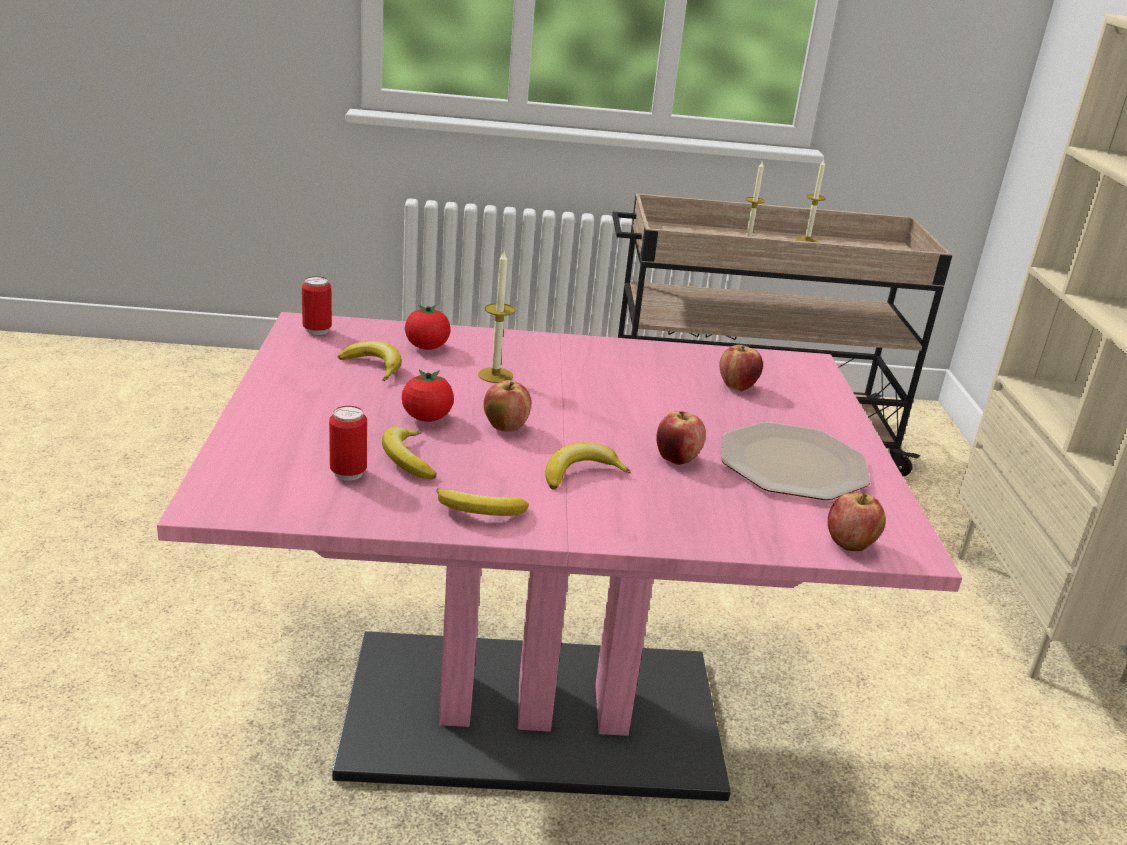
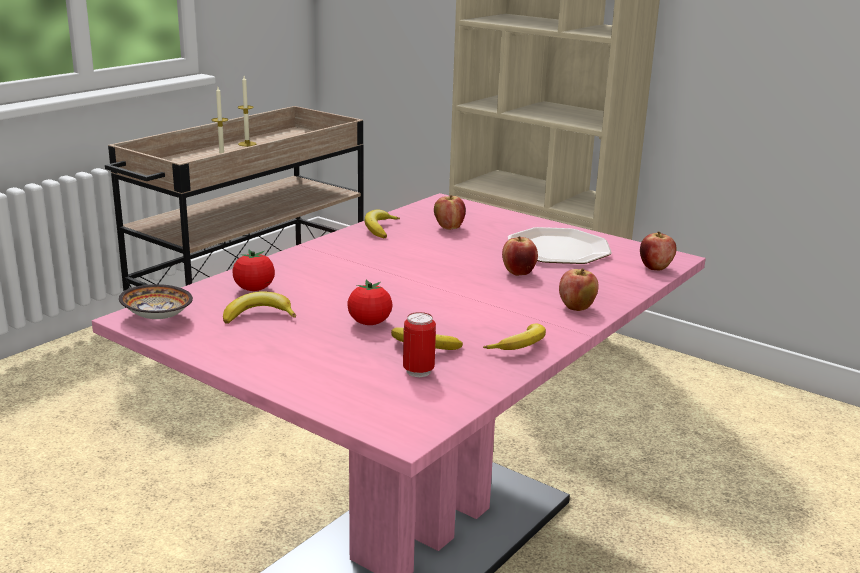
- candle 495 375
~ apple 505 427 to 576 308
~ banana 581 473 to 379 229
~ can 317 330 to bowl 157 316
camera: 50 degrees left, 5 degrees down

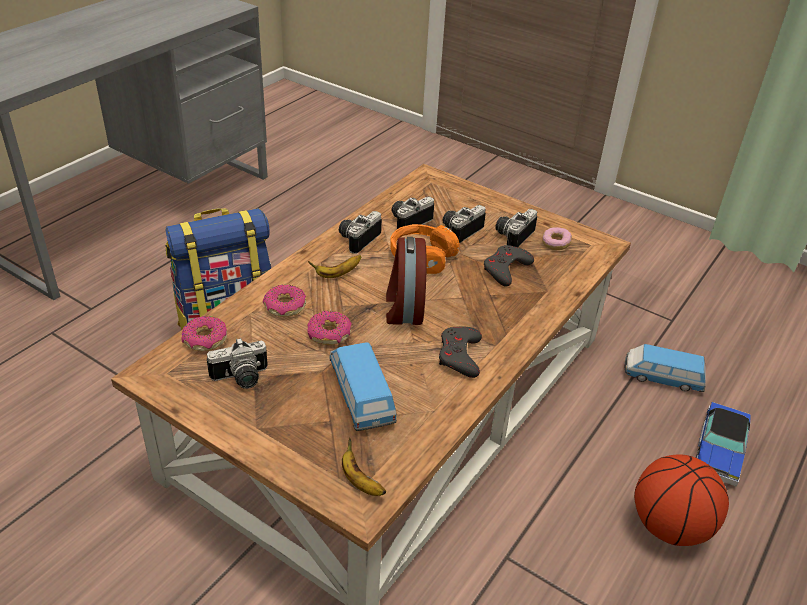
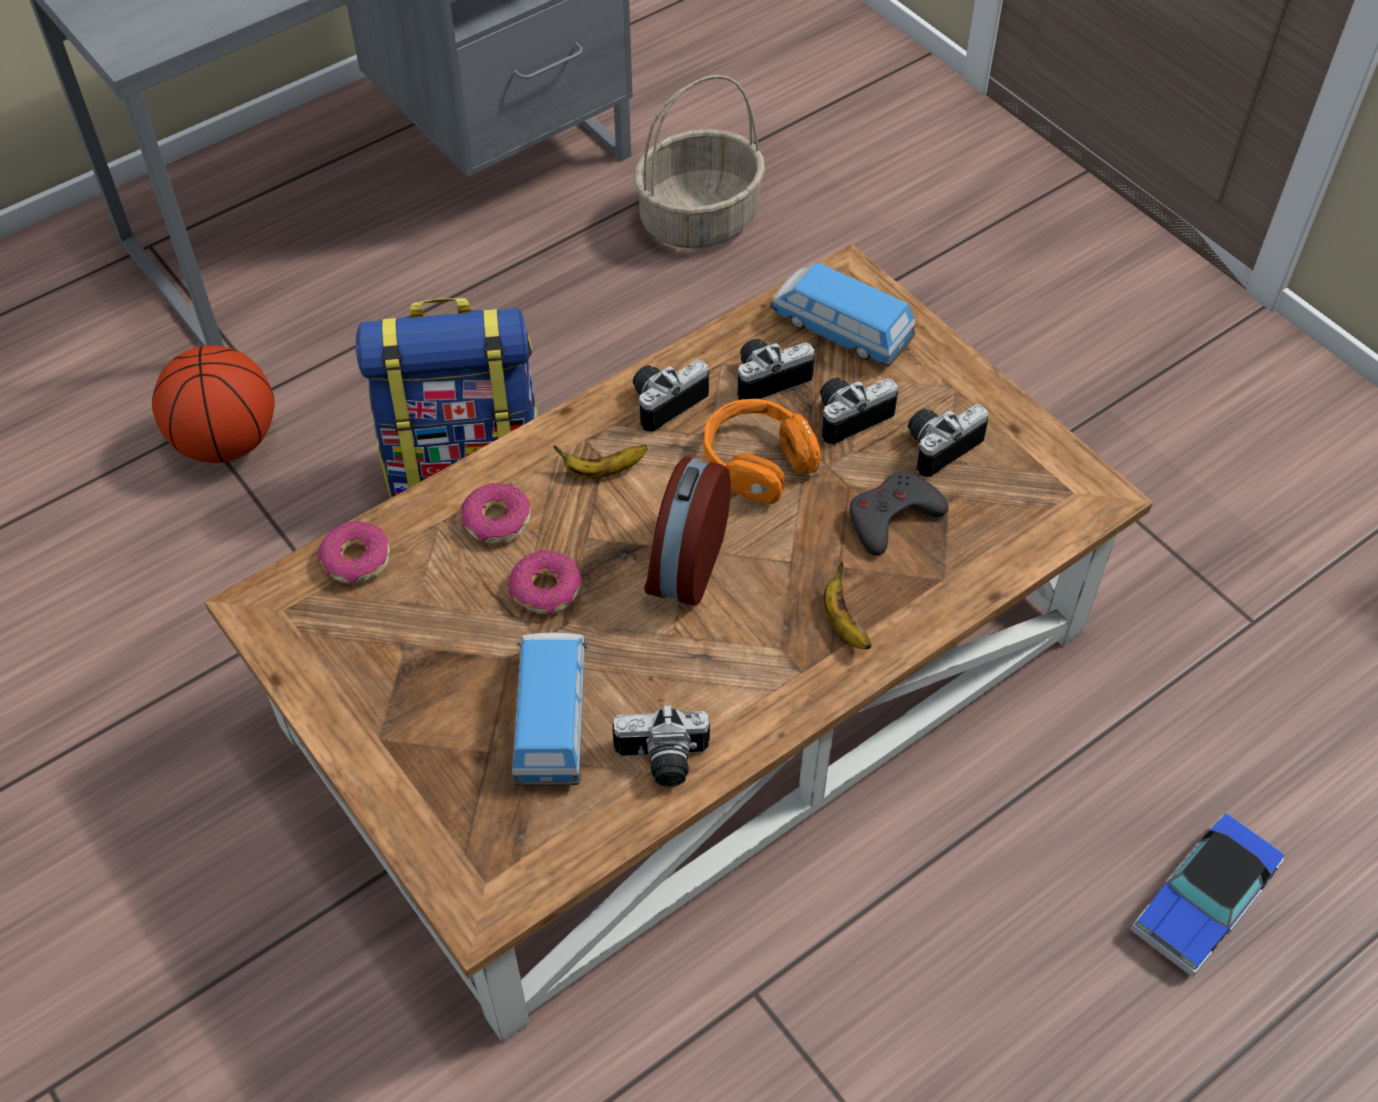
- grey game controller 459 355
- donut 555 244
+ basket 698 220
~ photo camera 241 379 to 662 762
~ banana 359 481 to 843 623
~ toy car 662 378 to 840 329
~ basketball 669 526 to 226 441
camera: 20 degrees right, 15 degrees up

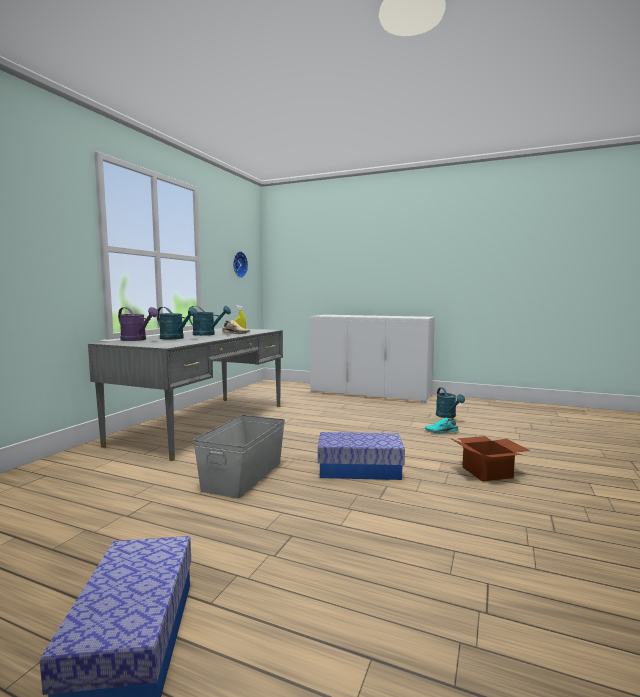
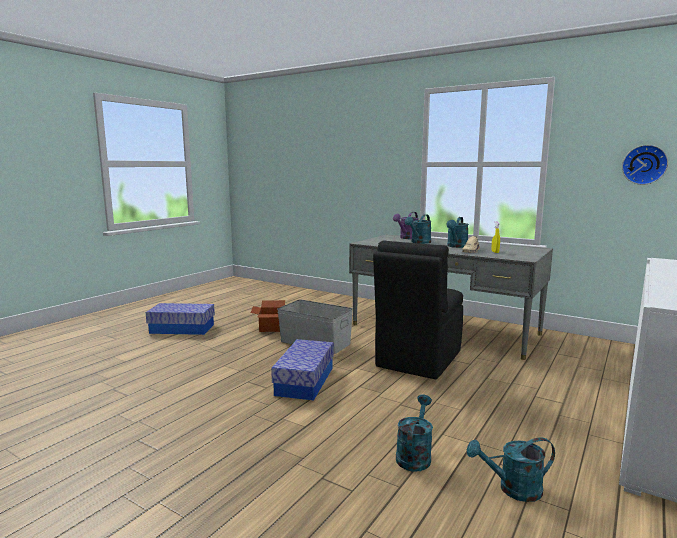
+ black chair 417 359
~ cardboard box 488 472 to 271 328
~ turquoise shoe 441 432 to turquoise watering can 414 455
camera: 100 degrees right, 5 degrees up

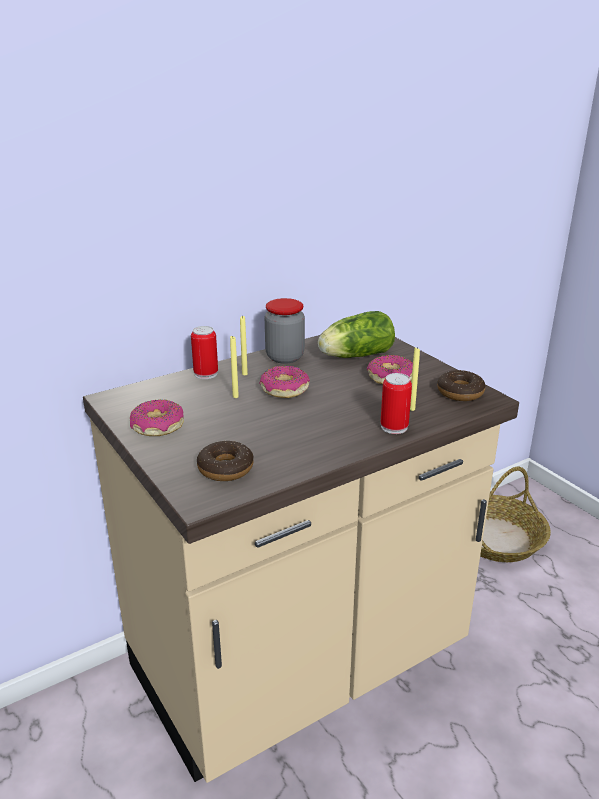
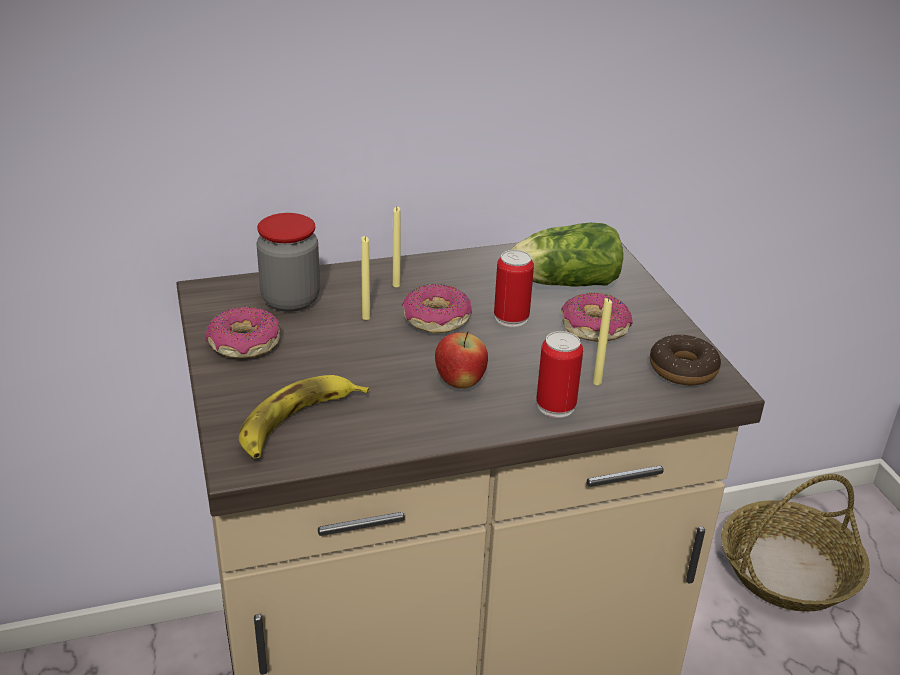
+ apple 460 383
~ can 206 374 to 511 318
~ jar 285 357 to 290 300
~ donut 225 468 to banana 297 423
camera: 15 degrees right, 5 degrees up

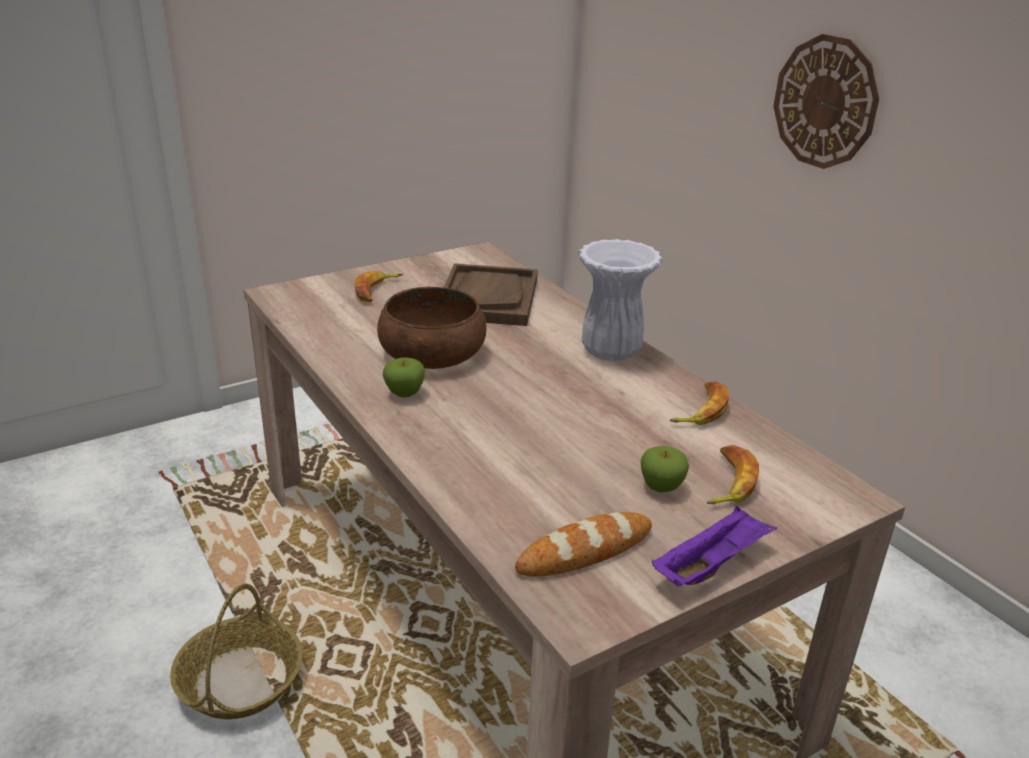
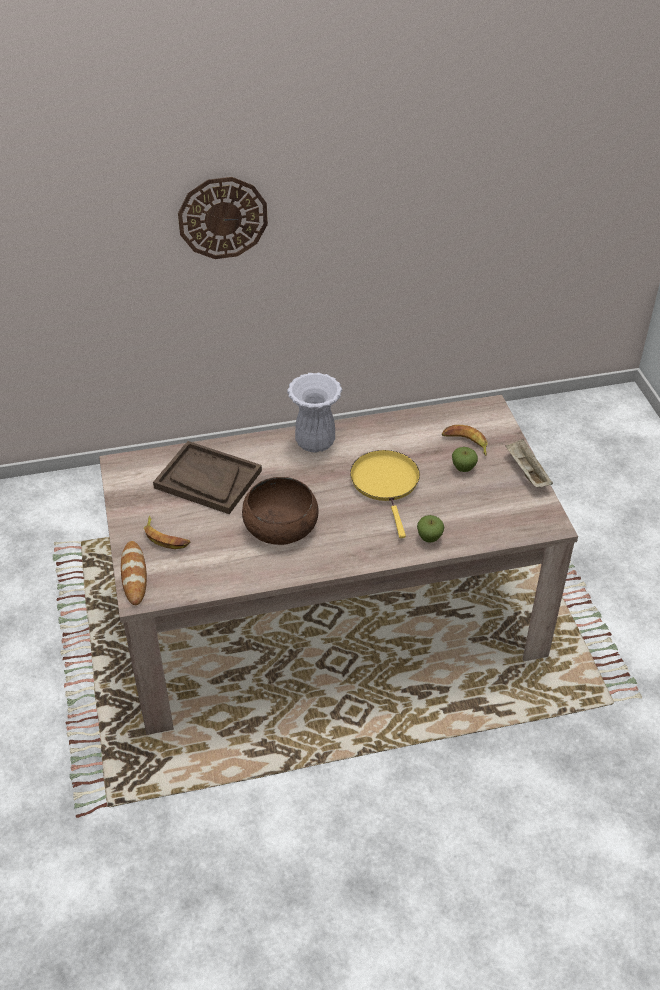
- basket 240 681
- banana 701 410
+ yellow frying pan 386 483
~ apple 404 393 to 429 538
~ bread 585 551 to 134 575
~ purple tray 711 565 to beige tray 526 472
camera: 70 degrees left, 15 degrees up

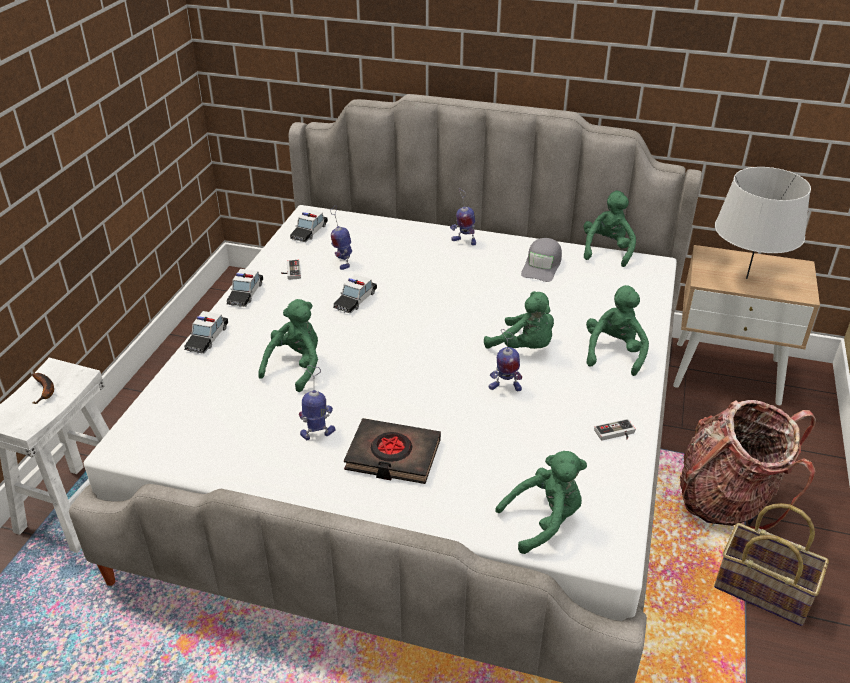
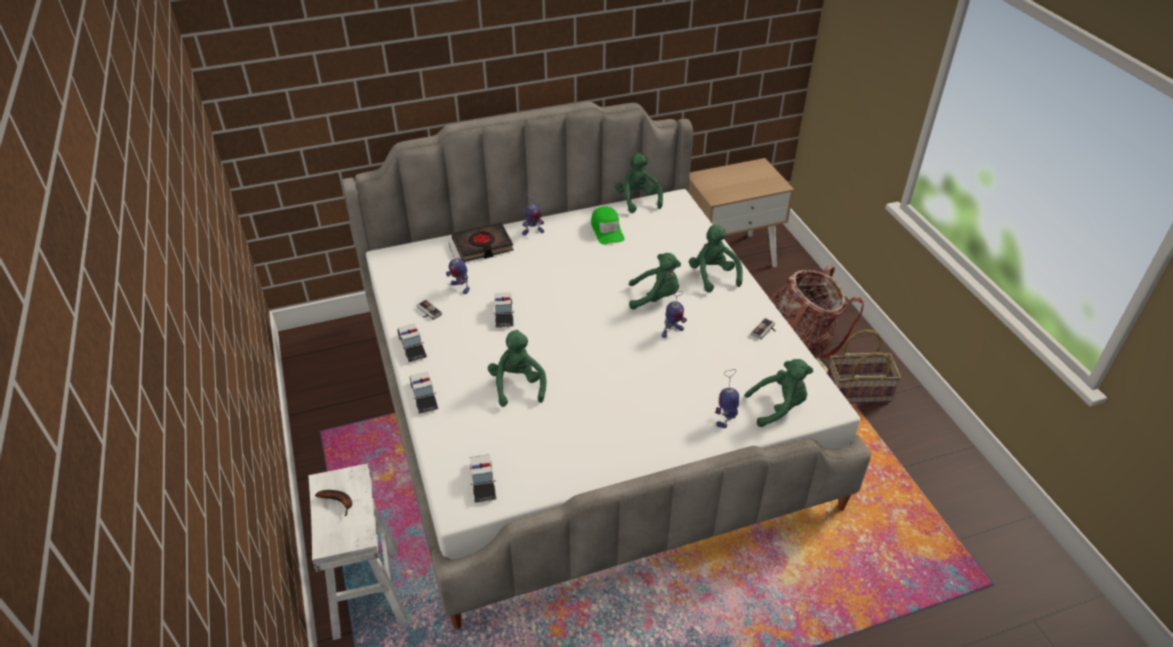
- grey table lamp 747 278
~ toy car 309 232 to 483 481
~ toy robot 318 433 to 726 419
~ black book 392 456 to 482 246
~ grey cap 542 266 to green cap 607 230
~ green plush toy 544 521 = 778 407 45 degrees clockwise
camera: 35 degrees left, 5 degrees up

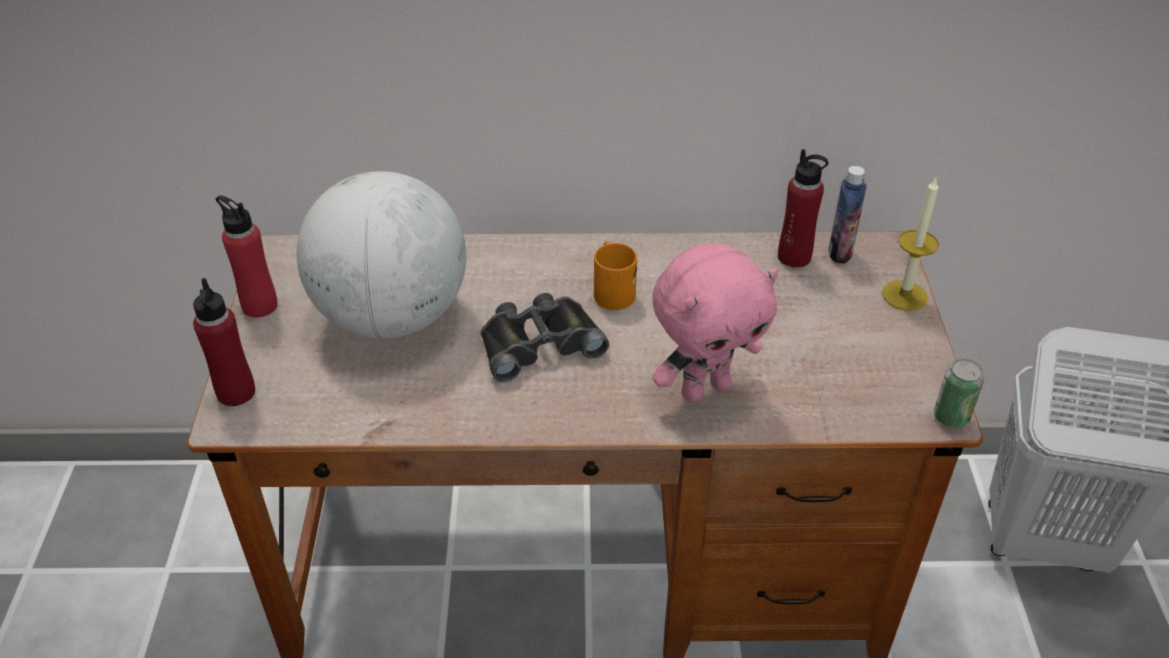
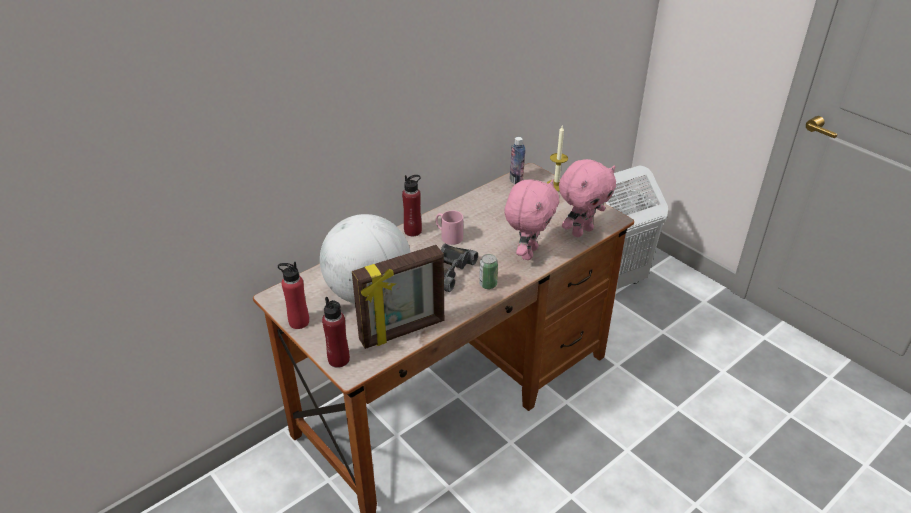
+ picture frame 403 332
+ pink plush toy 581 231
~ red bottle 794 257 to 413 231
~ can 951 417 to 488 284
~ orange mug 611 290 to pink mug 448 236
camera: 40 degrees left, 5 degrees down

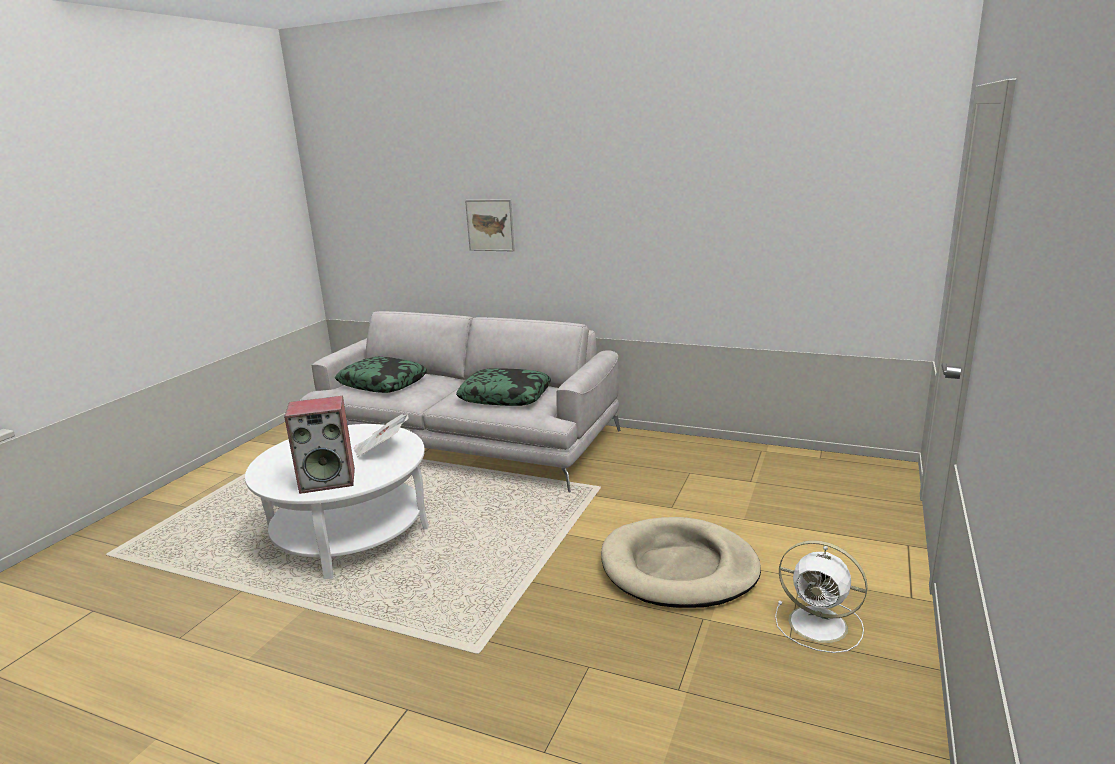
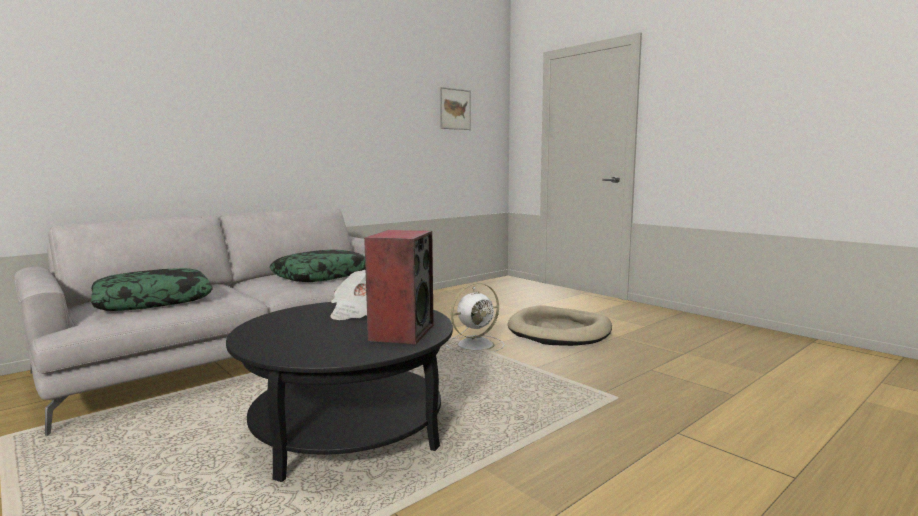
~ picture 490 225 to 455 109
~ white fan 820 625 to 477 344
~ white coffee table 350 533 to black coffee table 348 428
camera: 65 degrees left, 10 degrees down

